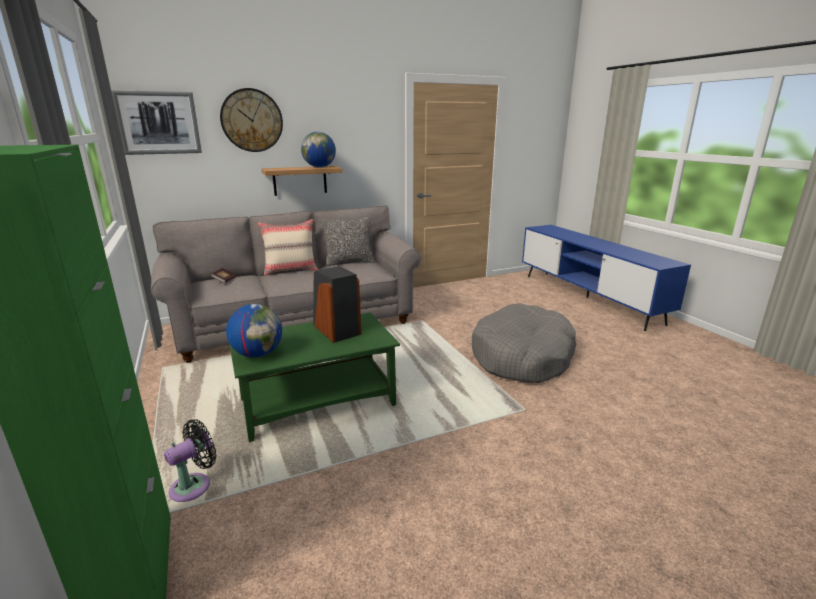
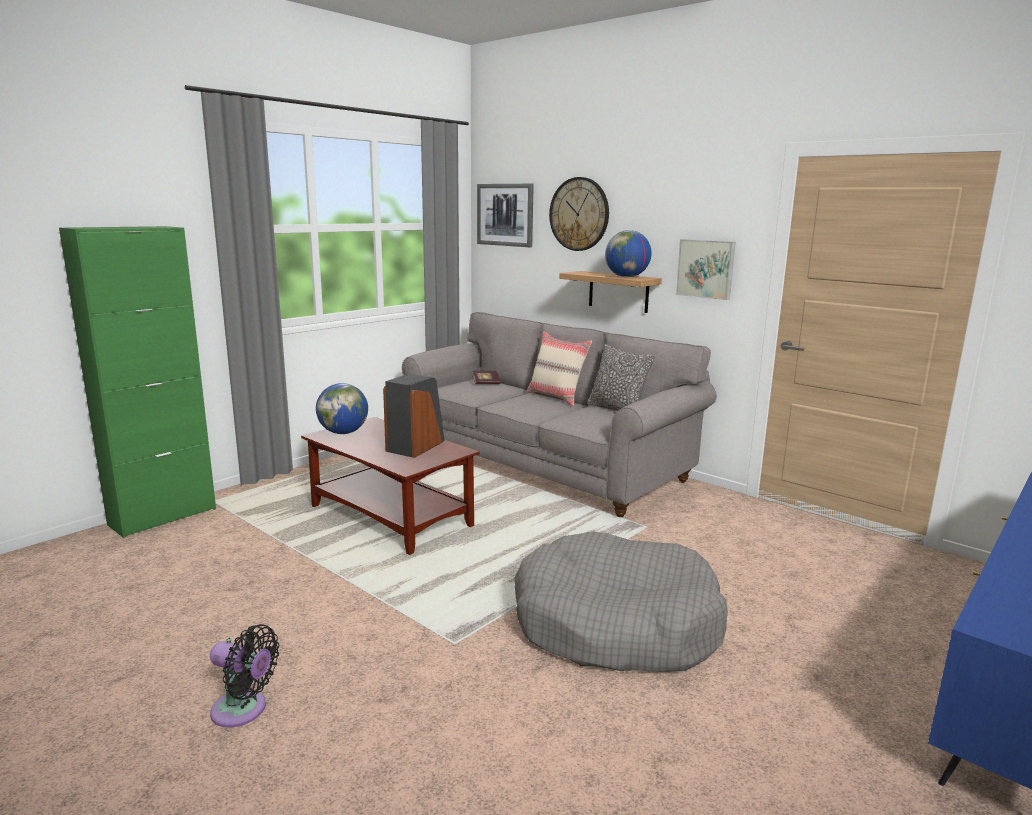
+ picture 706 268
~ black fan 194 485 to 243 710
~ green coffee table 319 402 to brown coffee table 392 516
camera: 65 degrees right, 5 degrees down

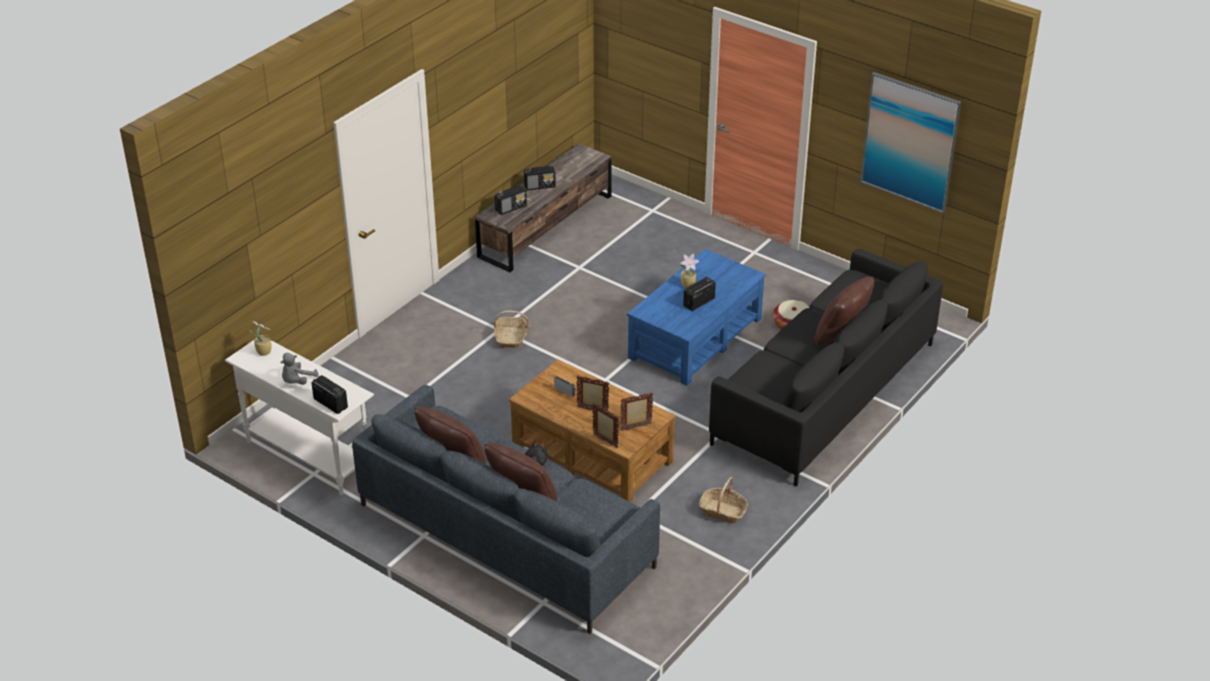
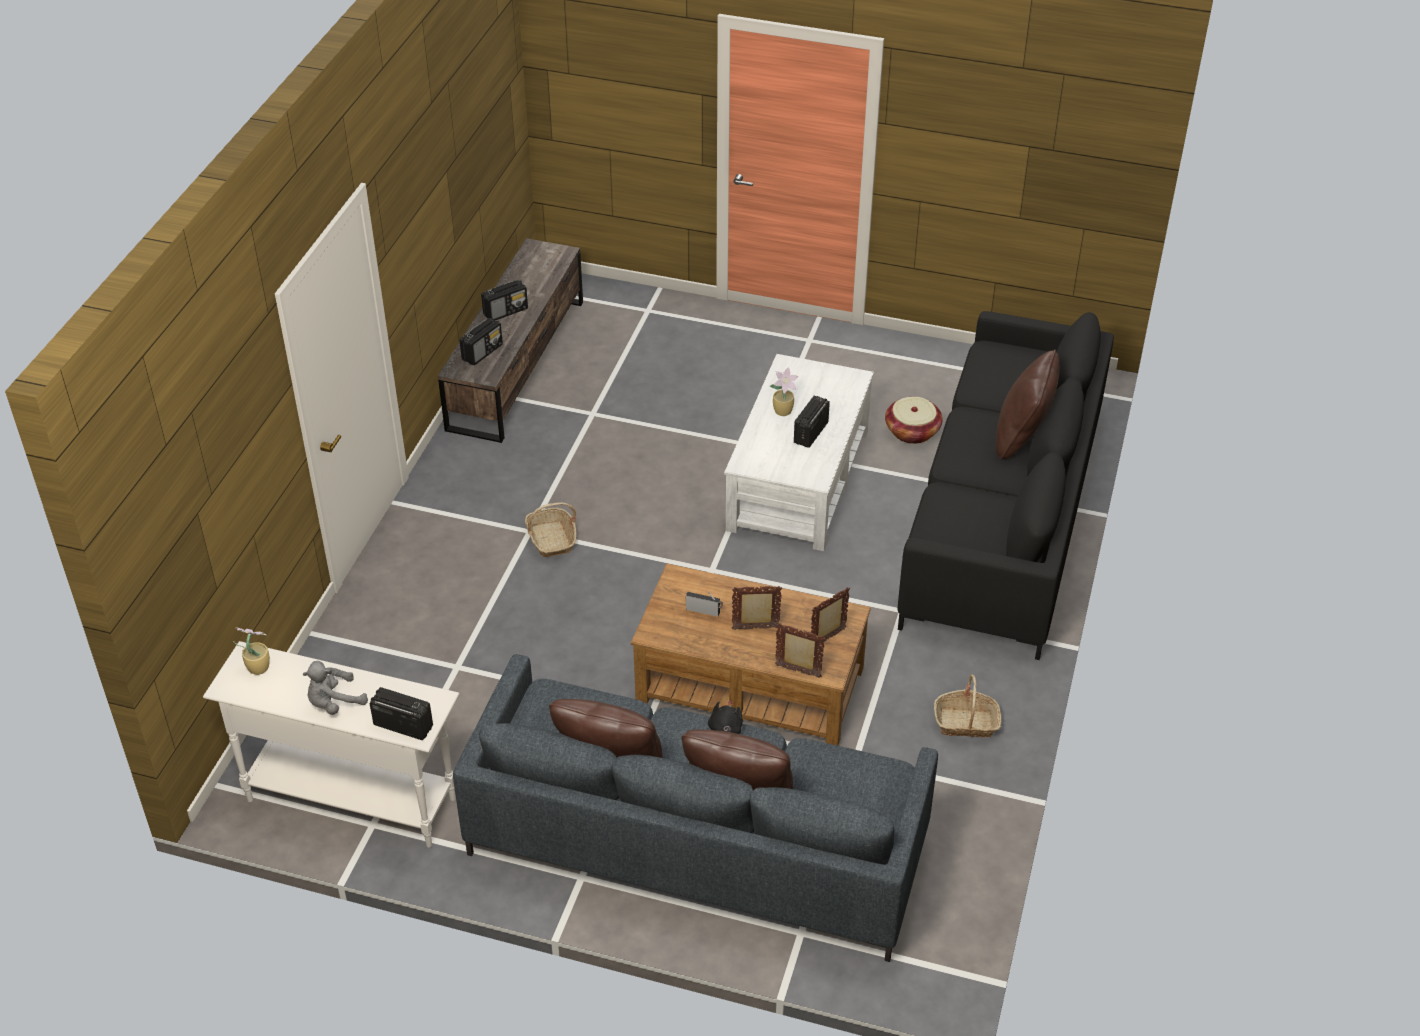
- picture 910 142
~ blue coffee table 694 338 to white coffee table 797 480
~ grey plush toy 297 381 = 334 703 45 degrees clockwise
camera: 20 degrees left, 5 degrees up

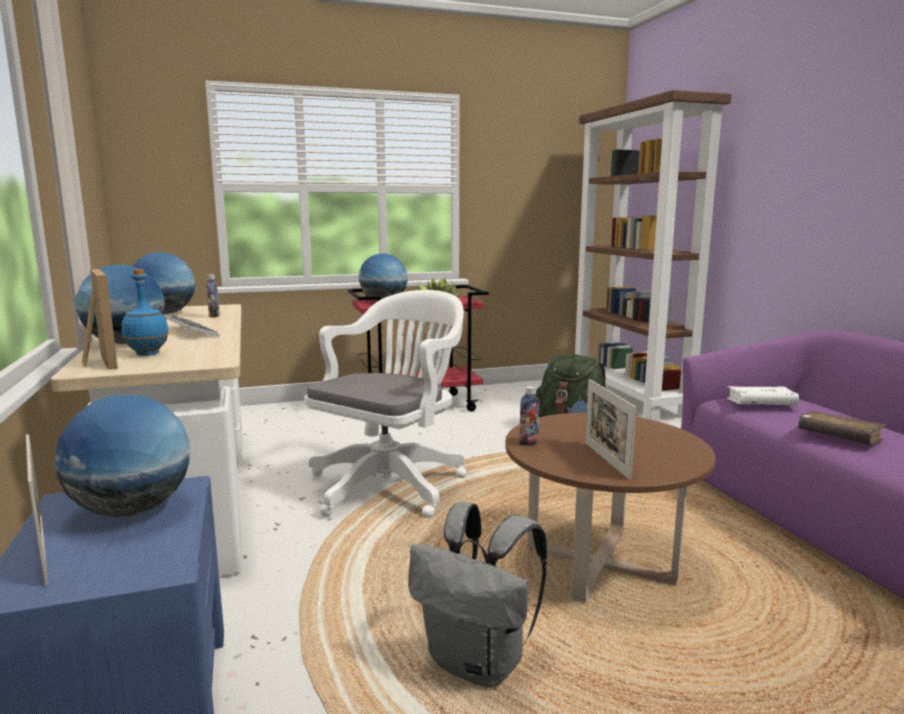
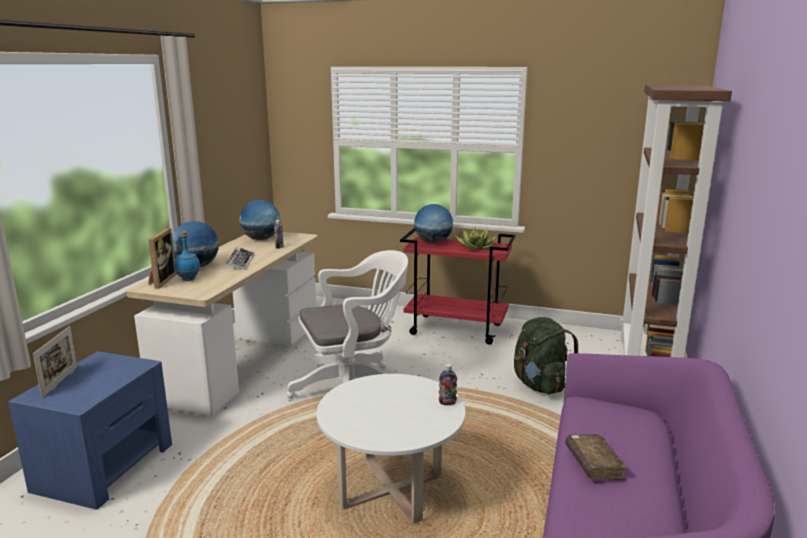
- globe 132 510
- grey backpack 479 663
- picture frame 606 460
- white book 761 404
~ bottle 528 442 to 447 403
~ brown coffee table 599 565 to white coffee table 391 491
camera: 35 degrees right, 5 degrees up

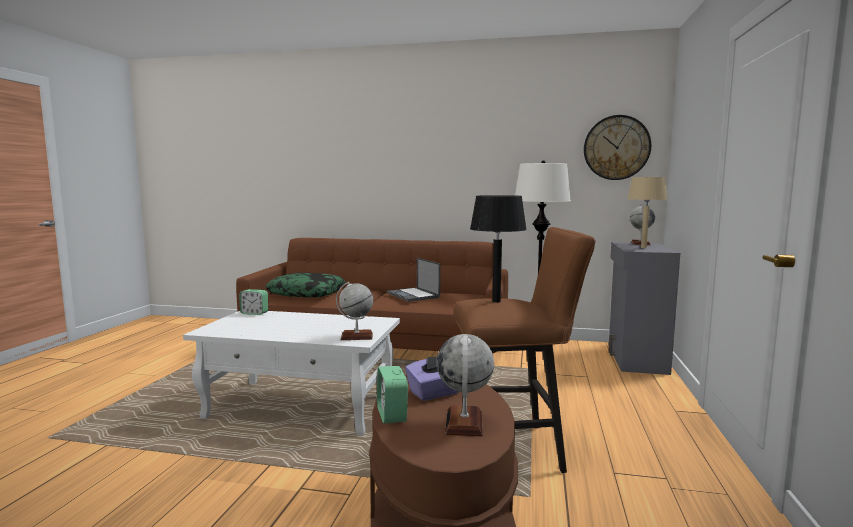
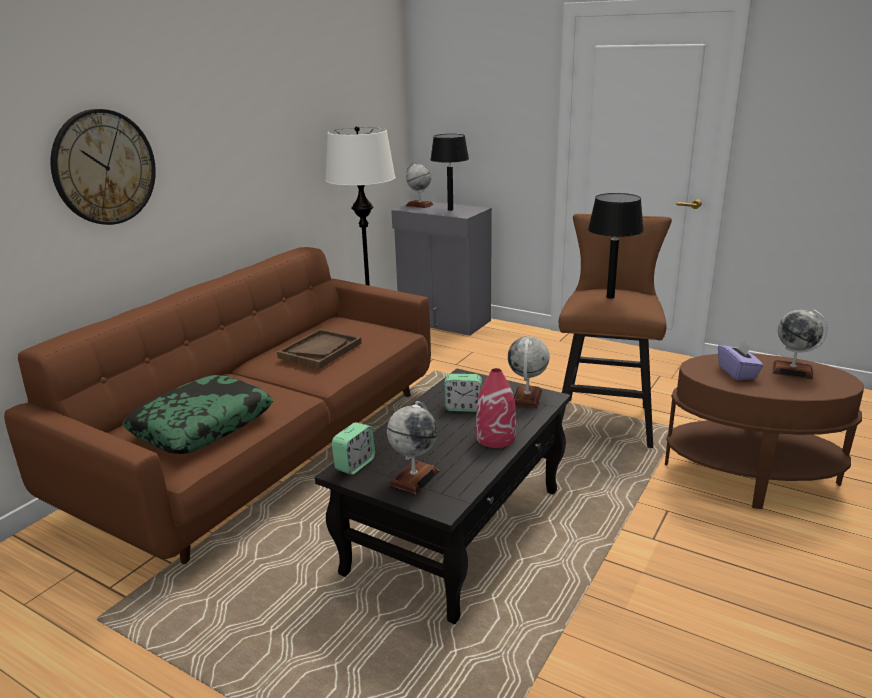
+ globe 414 478
+ red vase 496 438
~ alarm clock 391 414 to 463 407
~ wall clock 616 148 to 104 167
~ laptop 413 295 to brown tray 320 350
~ white coffee table 302 406 to black coffee table 456 529
~ beige table lamp 643 248 to black table lamp 450 210
camera: 70 degrees left, 15 degrees up

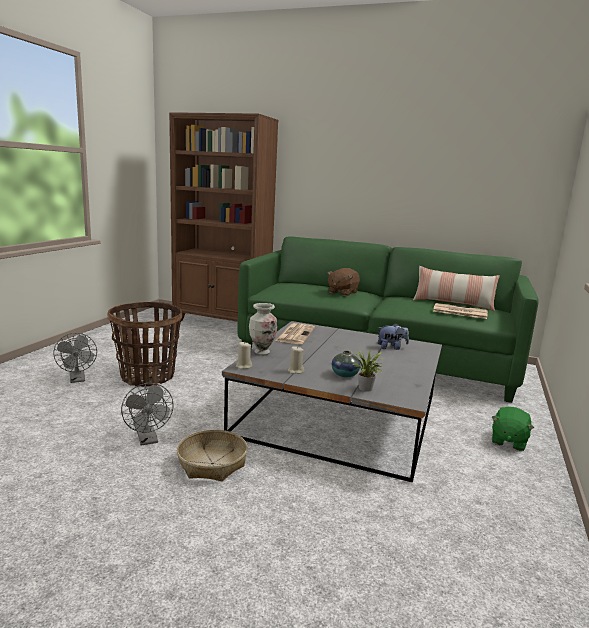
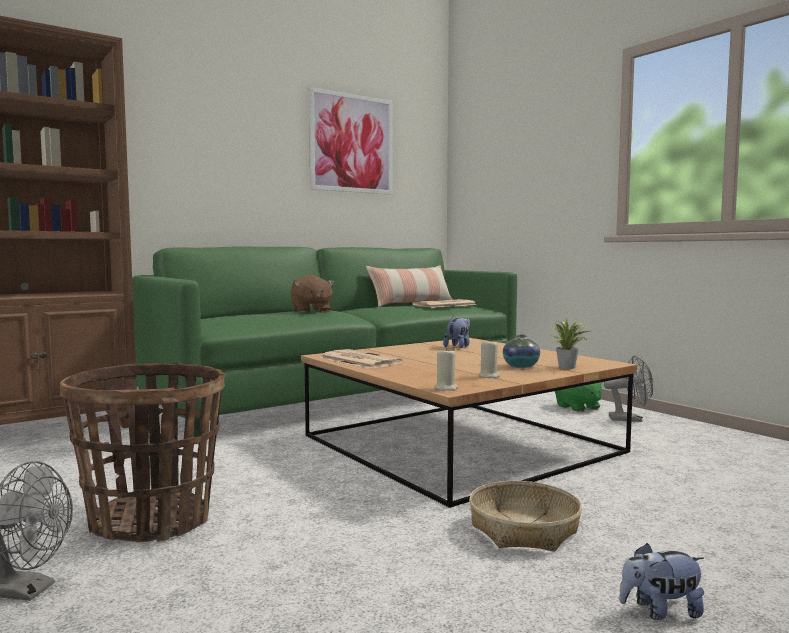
- vase 262 352
+ picture 351 143
+ plush toy 660 611
~ grey fan 148 440 to 630 419
~ grey coffee table 338 415 to brown coffee table 460 443
camera: 55 degrees left, 10 degrees down

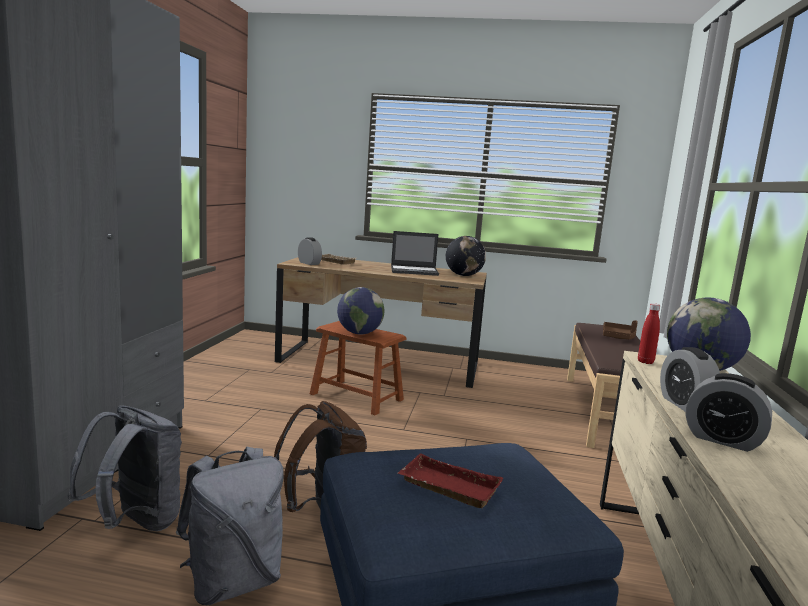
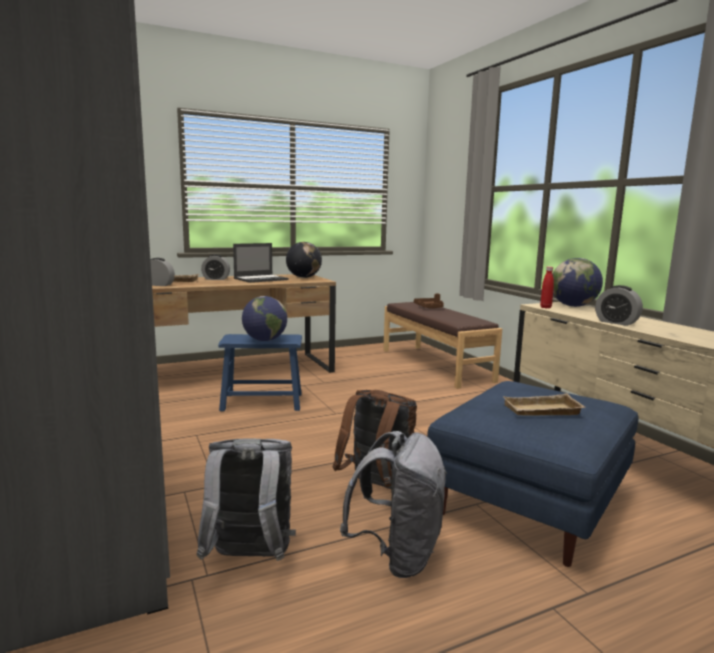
~ alarm clock 722 440 to 216 279
~ brown stool 356 397 to blue stool 262 402
~ red tray 446 488 to beige tray 542 411
camera: 35 degrees left, 0 degrees up

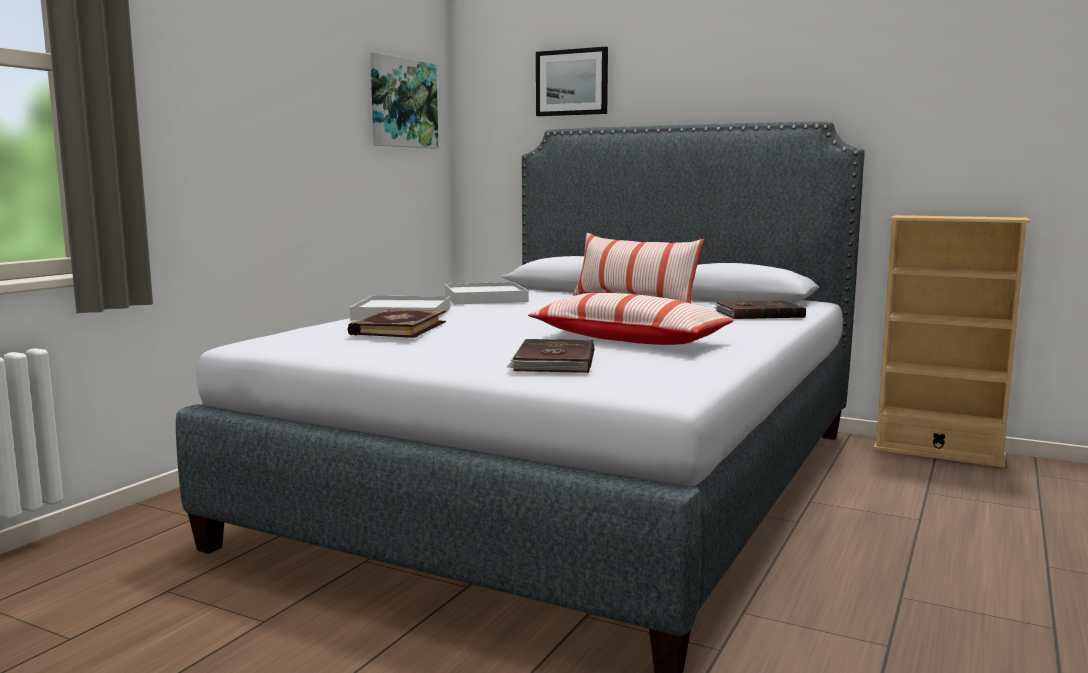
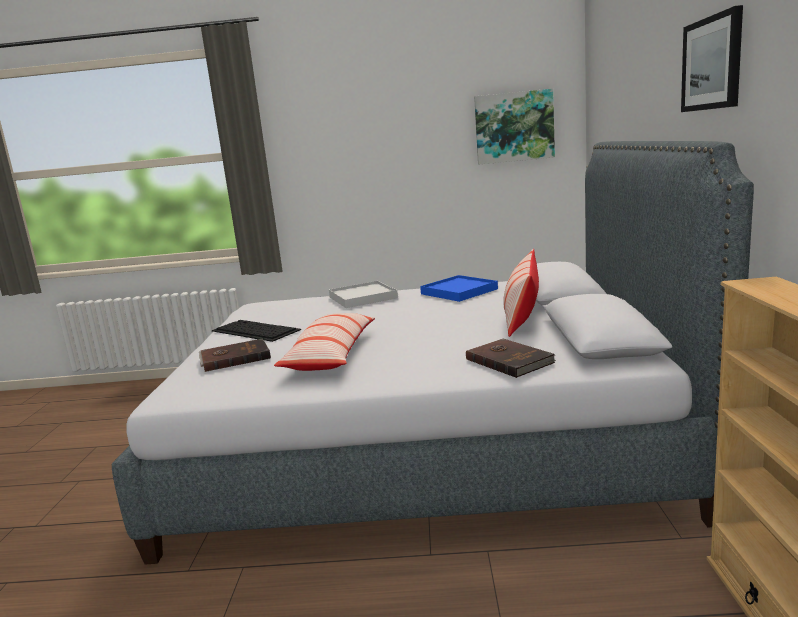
- book 397 328
+ keyboard 254 330
~ picture 572 82 to 712 63
~ white tray 485 298 to blue tray 459 291
camera: 65 degrees right, 5 degrees up

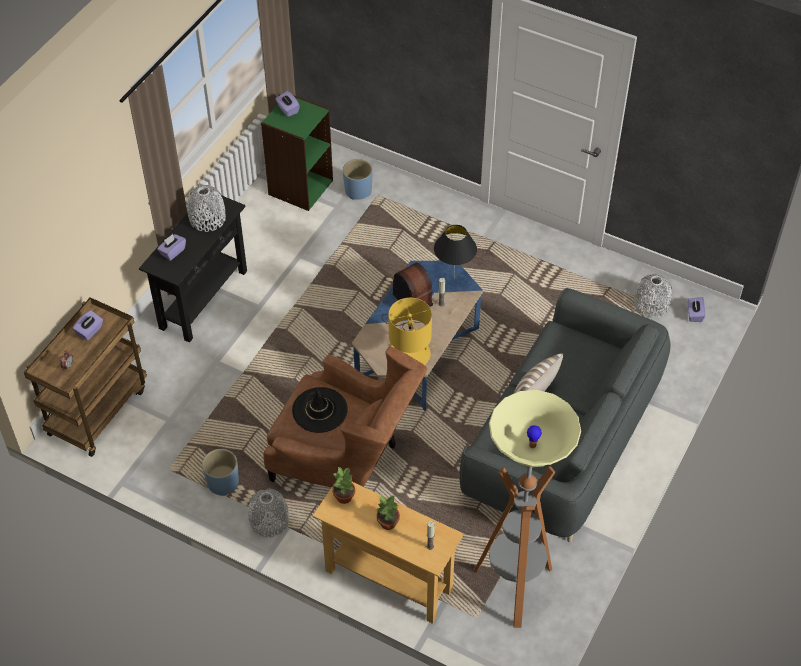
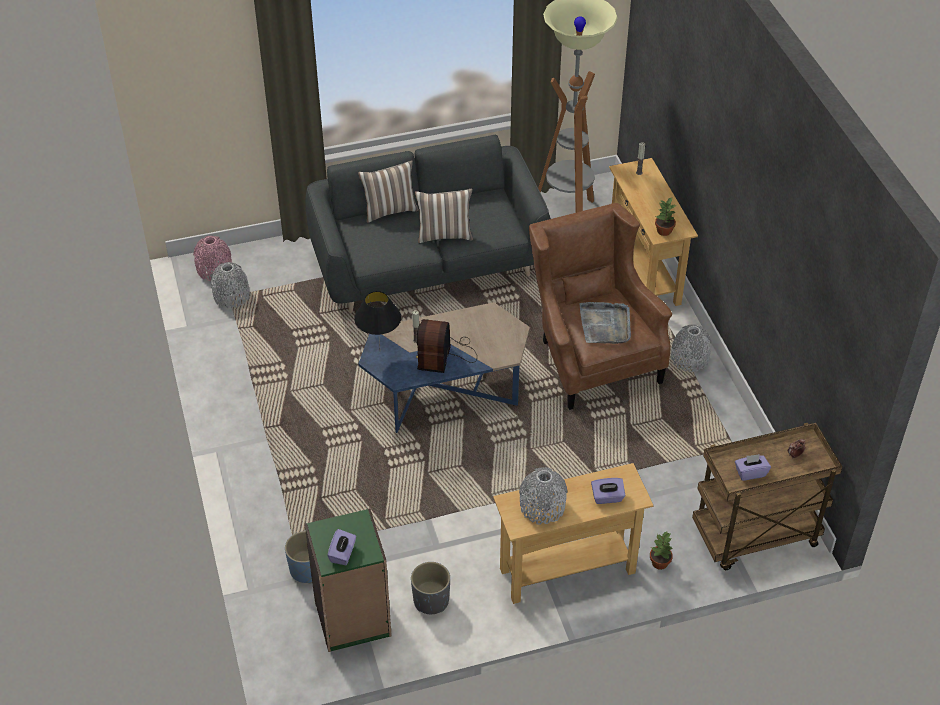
- blue planter 223 483
- yellow table lamp 410 354
+ pillow 389 210
+ grey planter 431 601
~ potted plant 387 523 to 660 563
~ black hat 319 410 to grey tray 605 325
~ purple tissue box 694 314 to pink vase 214 269
~ black console table 203 299 to beige console table 567 571
camera: 135 degrees left, 5 degrees down

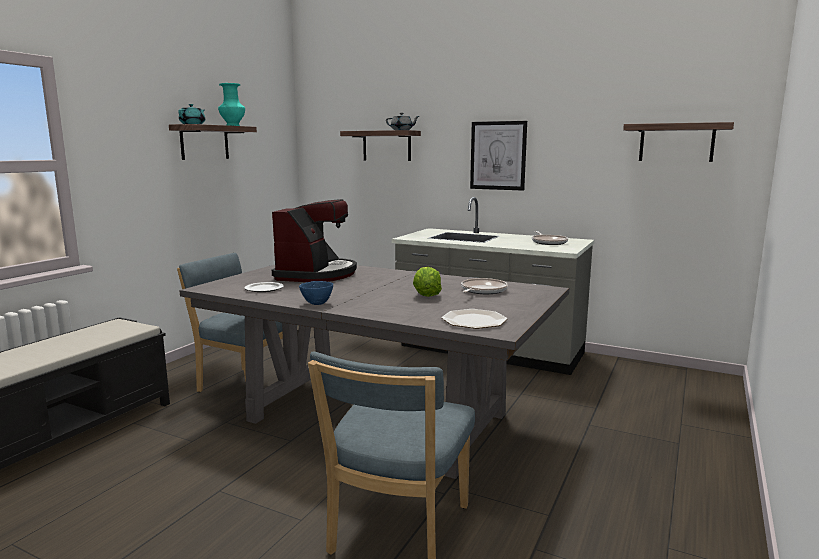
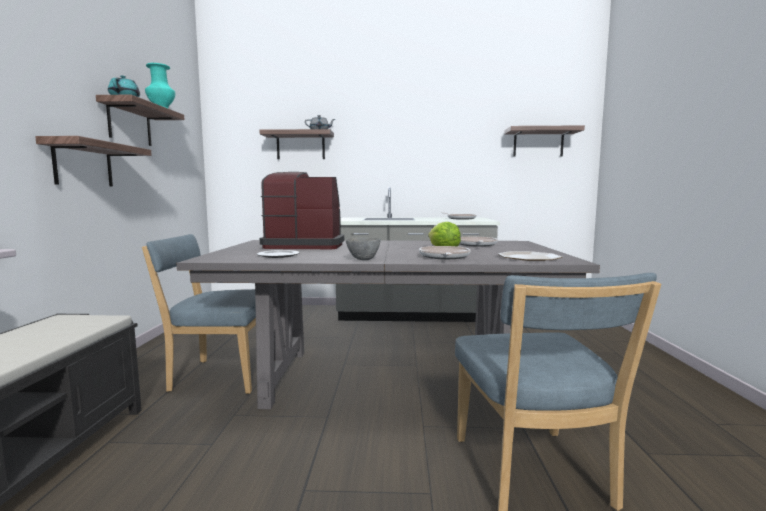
- picture 498 155
+ shelf 83 164
+ frying pan 444 257
~ blue bowl 317 303 to grey bowl 364 259
~ coffee machine 316 274 = 304 245 75 degrees counterclockwise
camera: 25 degrees left, 5 degrees down

